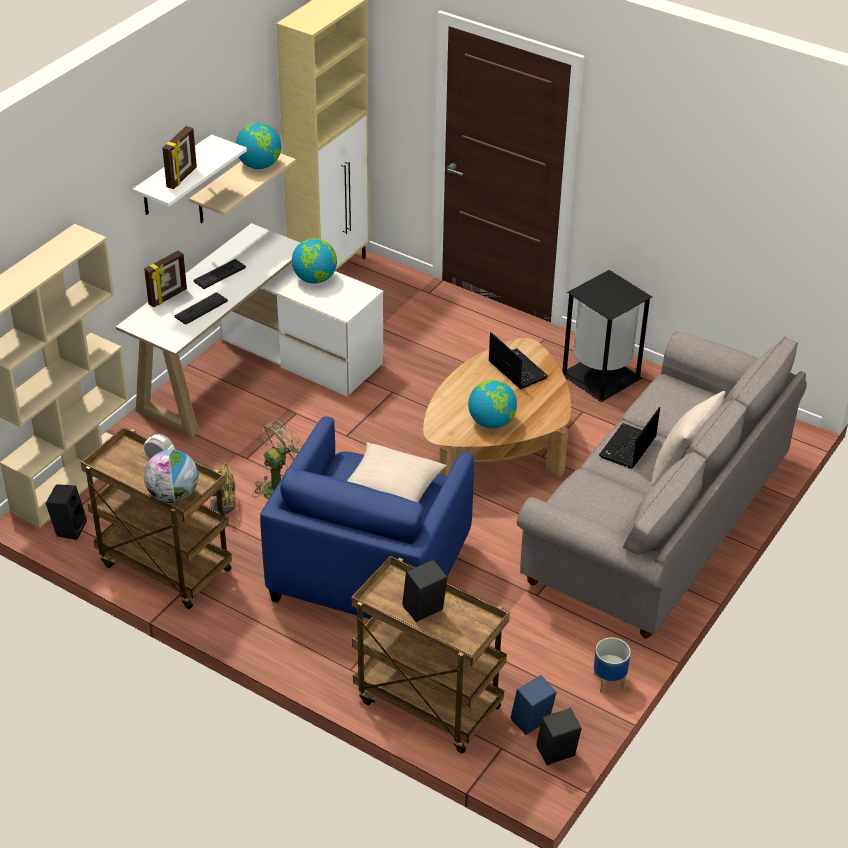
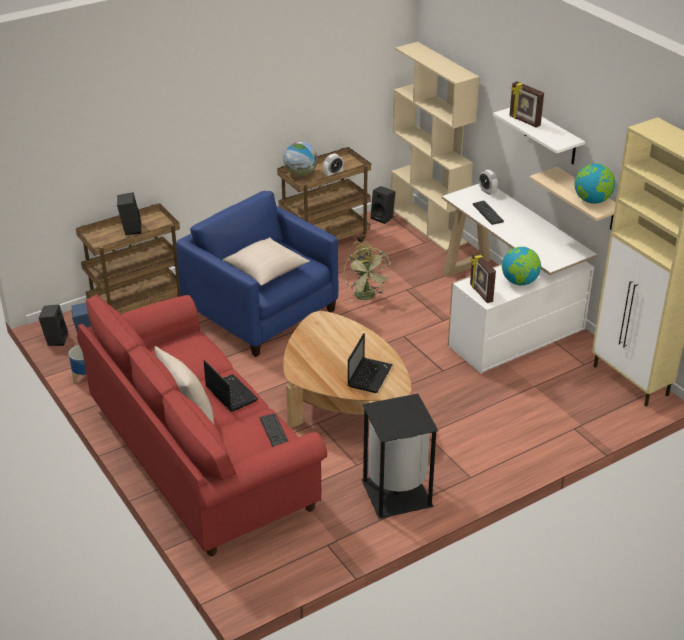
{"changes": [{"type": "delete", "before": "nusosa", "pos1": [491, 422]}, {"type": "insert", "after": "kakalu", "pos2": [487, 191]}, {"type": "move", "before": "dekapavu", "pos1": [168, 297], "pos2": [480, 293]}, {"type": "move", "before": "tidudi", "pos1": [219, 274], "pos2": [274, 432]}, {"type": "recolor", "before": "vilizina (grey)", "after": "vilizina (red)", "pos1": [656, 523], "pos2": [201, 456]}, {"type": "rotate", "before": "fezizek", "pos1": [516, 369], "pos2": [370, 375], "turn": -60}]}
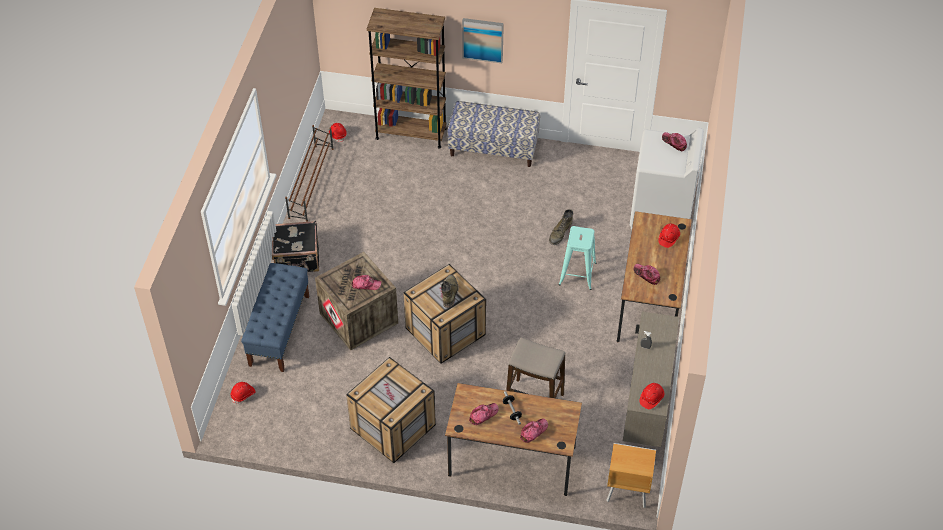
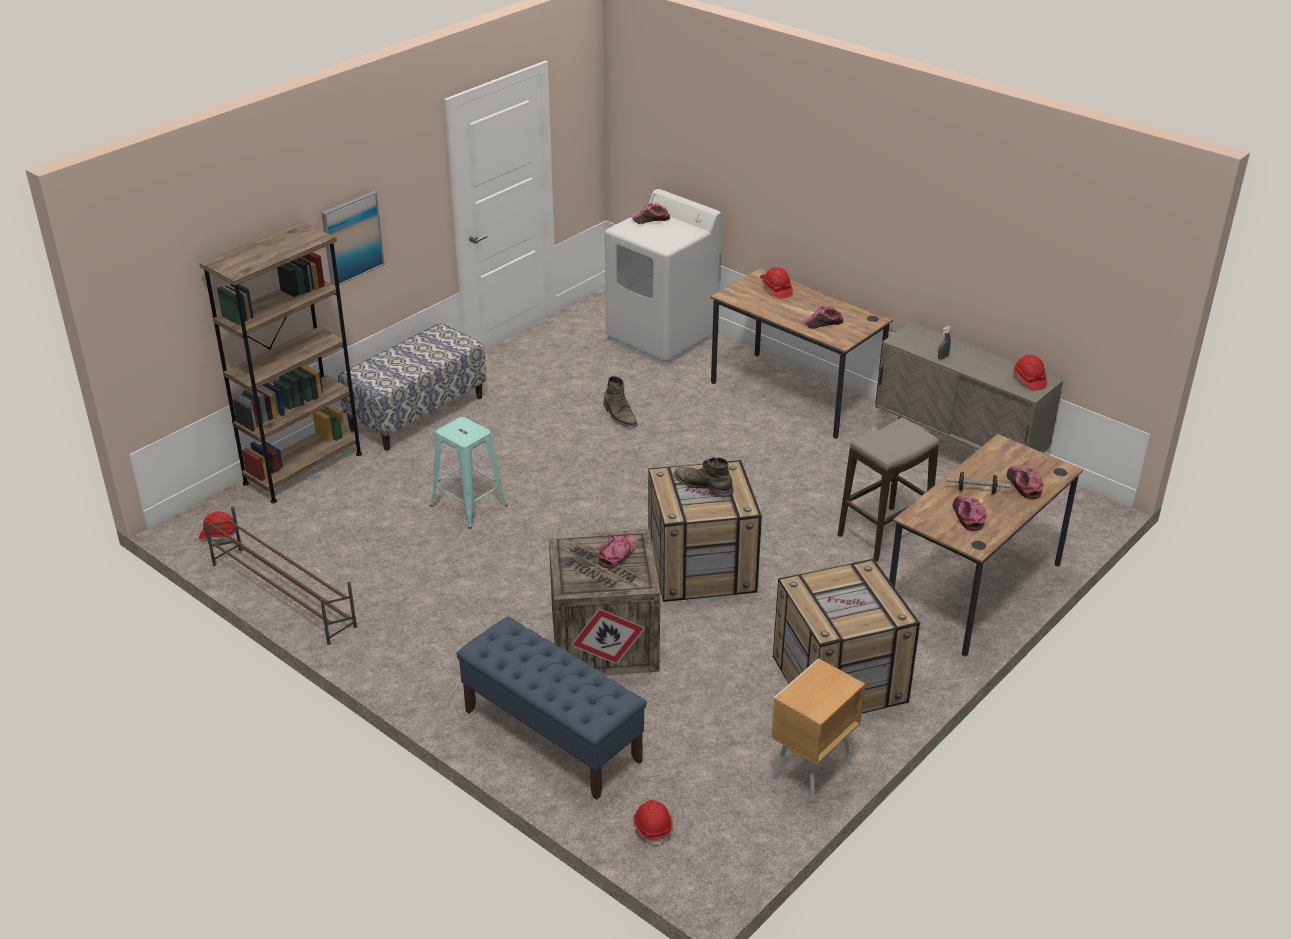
{"changes": [{"type": "delete", "before": "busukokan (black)", "pos1": [297, 259]}, {"type": "move", "before": "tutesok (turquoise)", "pos1": [577, 273], "pos2": [469, 505]}, {"type": "move", "before": "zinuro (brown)", "pos1": [626, 492], "pos2": [809, 771]}]}
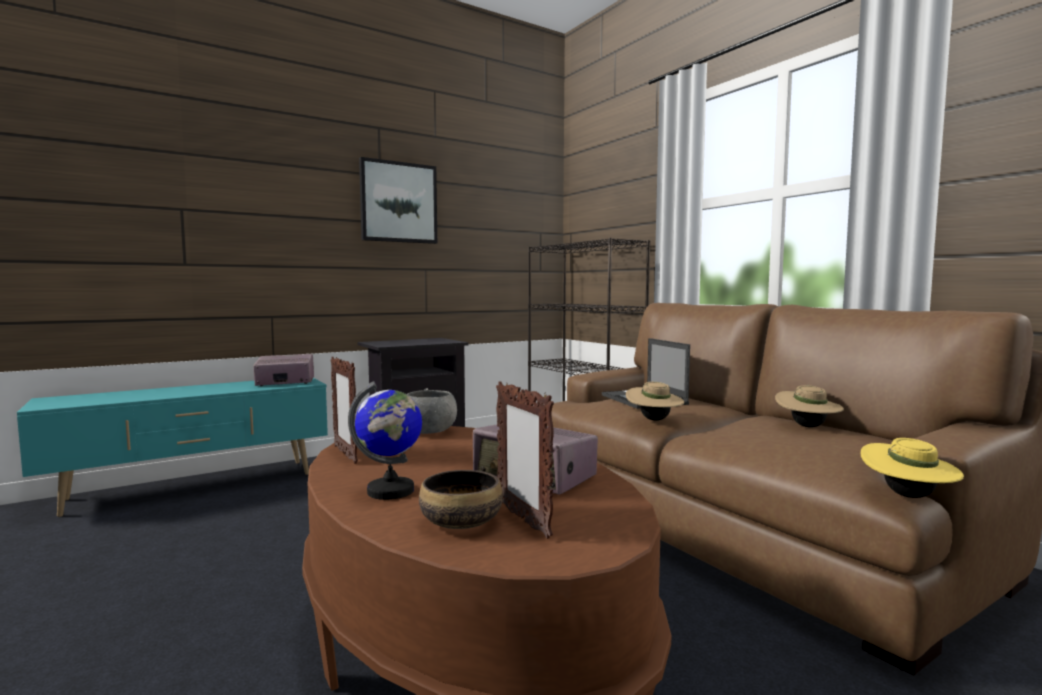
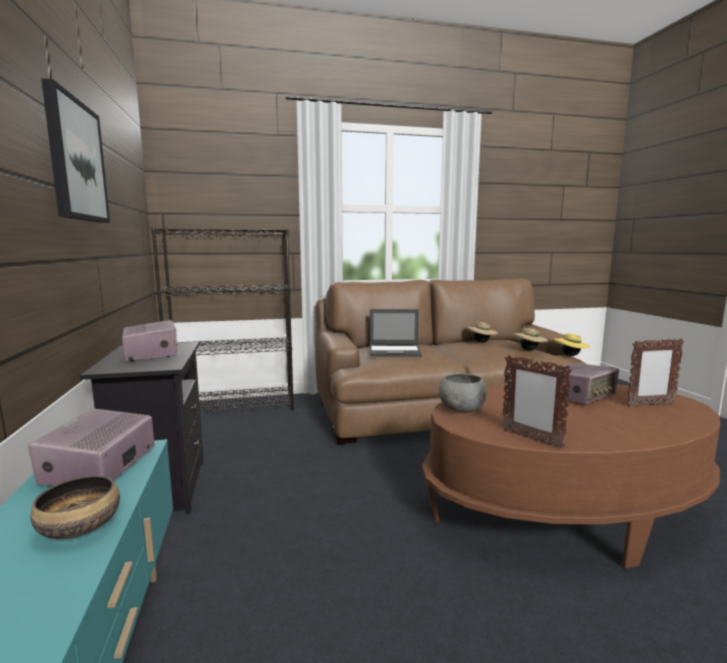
{"changes": [{"type": "delete", "before": "nusosa", "pos1": [391, 491]}, {"type": "insert", "after": "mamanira", "pos2": [151, 354]}, {"type": "move", "before": "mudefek", "pos1": [461, 522], "pos2": [80, 527]}, {"type": "move", "before": "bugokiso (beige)", "pos1": [654, 420], "pos2": [529, 350]}, {"type": "rotate", "before": "dekapavu", "pos1": [345, 454], "pos2": [531, 438], "turn": 60}]}
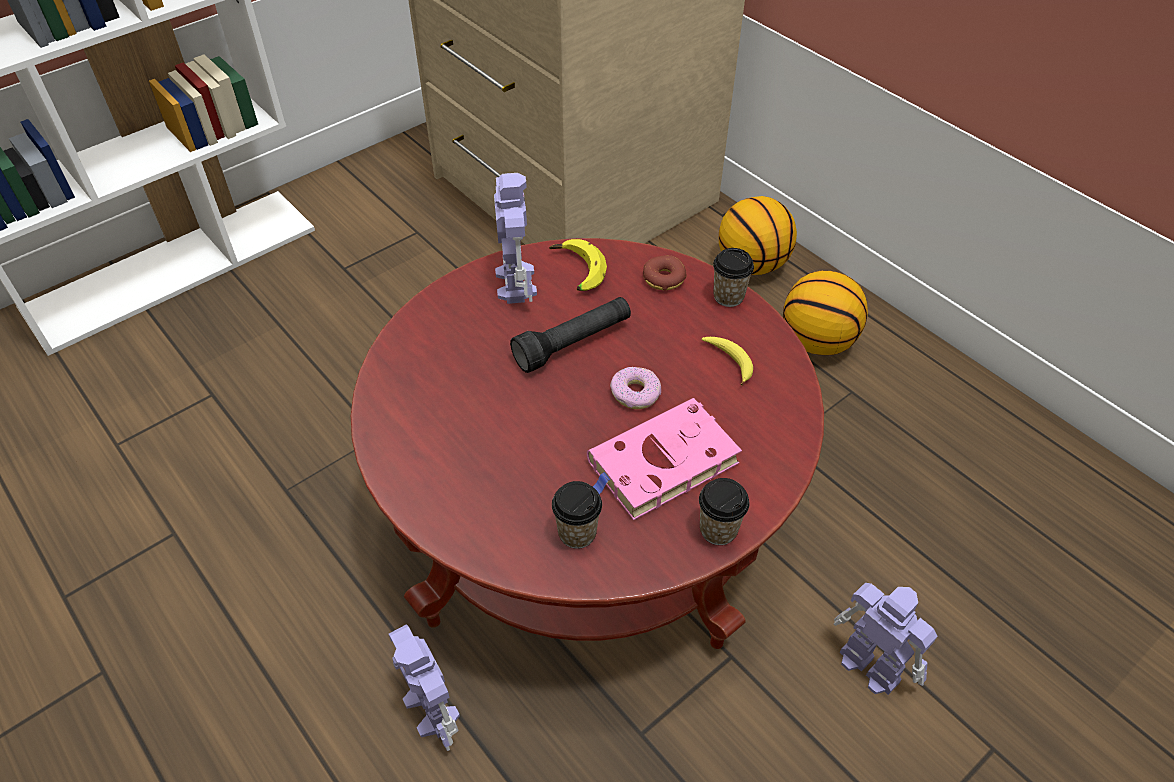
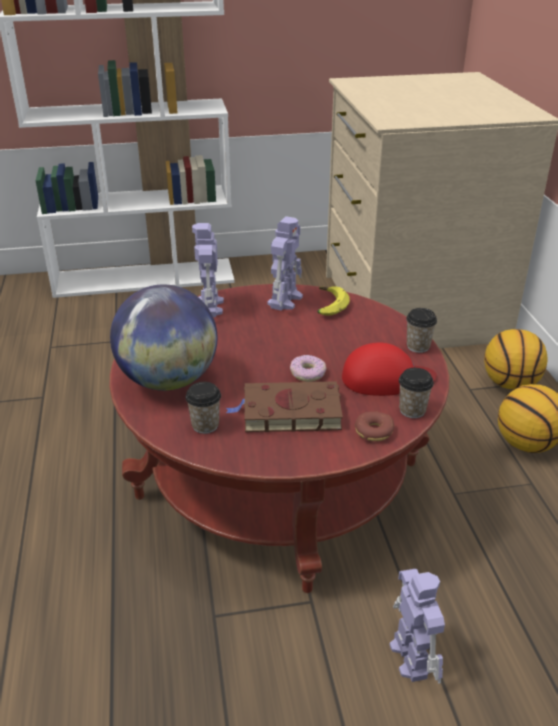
{"changes": [{"type": "delete", "before": "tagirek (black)", "pos1": [573, 343]}, {"type": "insert", "after": "nusosa", "pos2": [169, 380]}, {"type": "move", "before": "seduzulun", "pos1": [432, 710], "pos2": [209, 307]}, {"type": "move", "before": "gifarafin", "pos1": [664, 279], "pos2": [374, 431]}, {"type": "move", "before": "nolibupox", "pos1": [718, 530], "pos2": [412, 410]}, {"type": "replace", "before": "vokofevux", "after": "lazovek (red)", "pos1": [729, 361], "pos2": [386, 378]}, {"type": "recolor", "before": "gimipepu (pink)", "after": "gimipepu (brown)", "pos1": [659, 465], "pos2": [288, 412]}]}
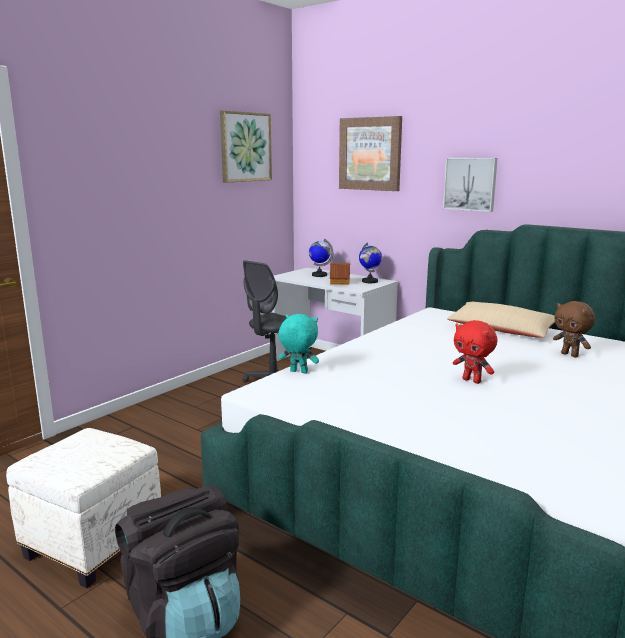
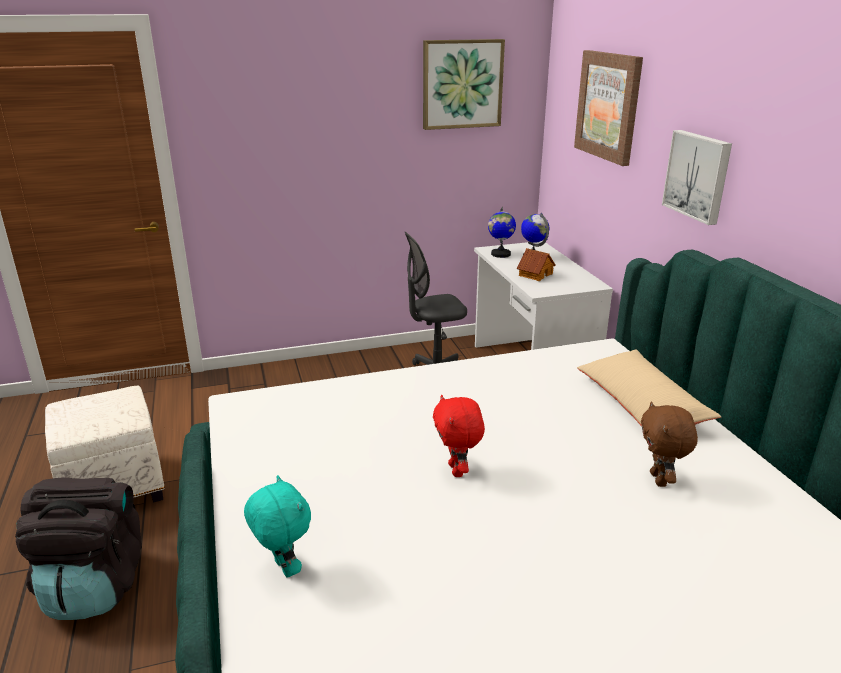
{"changes": [{"type": "move", "before": "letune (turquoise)", "pos1": [298, 372], "pos2": [283, 568]}, {"type": "move", "before": "nusosa", "pos1": [369, 281], "pos2": [500, 254]}]}
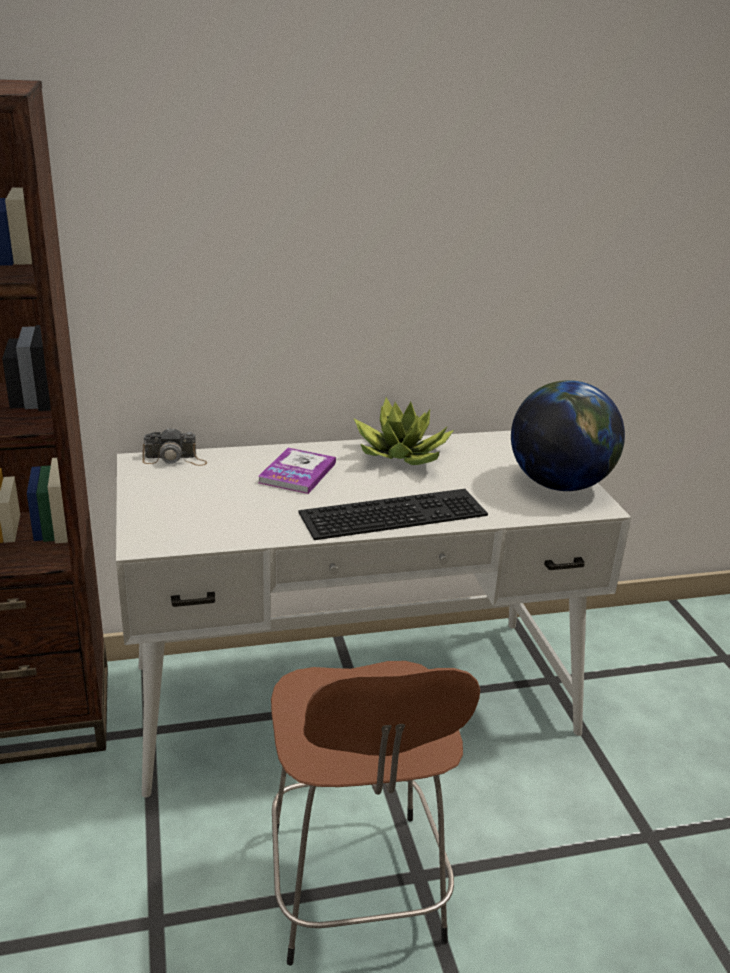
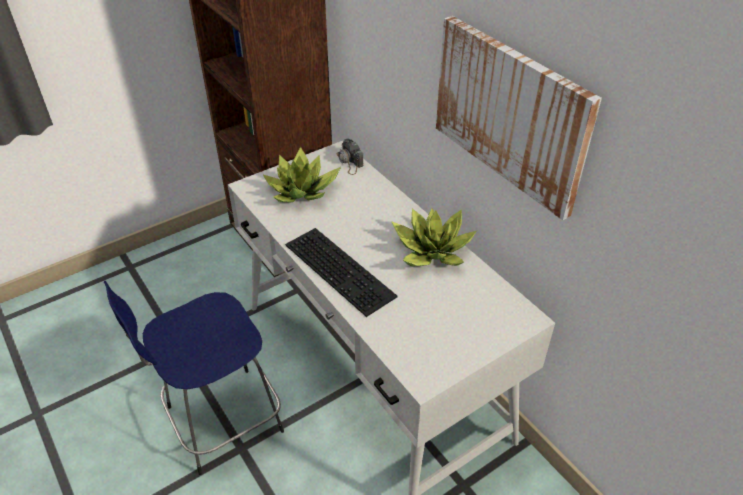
{"changes": [{"type": "delete", "before": "gimipepu", "pos1": [297, 473]}, {"type": "delete", "before": "nusosa", "pos1": [559, 484]}, {"type": "insert", "after": "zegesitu", "pos2": [302, 190]}, {"type": "insert", "after": "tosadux", "pos2": [510, 113]}, {"type": "recolor", "before": "tutesok (brown)", "after": "tutesok (blue)", "pos1": [356, 892], "pos2": [220, 421]}]}
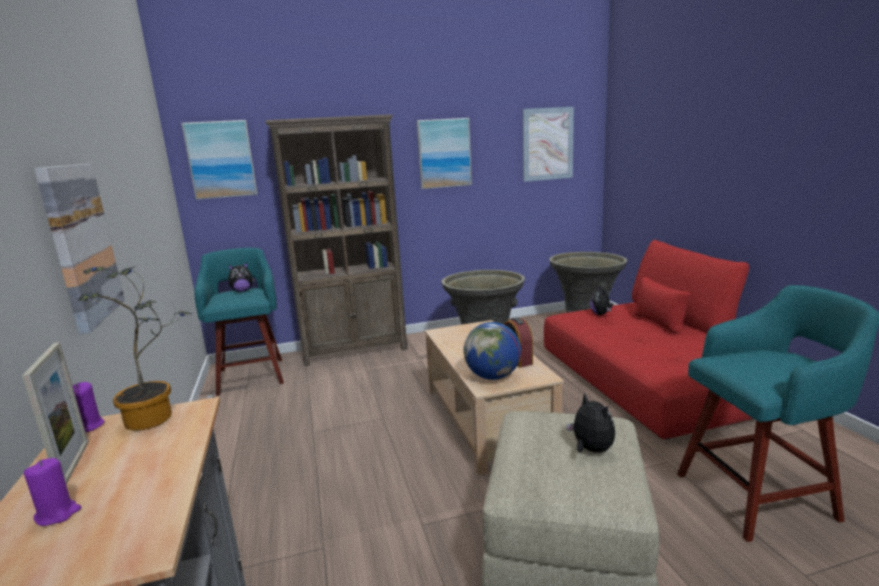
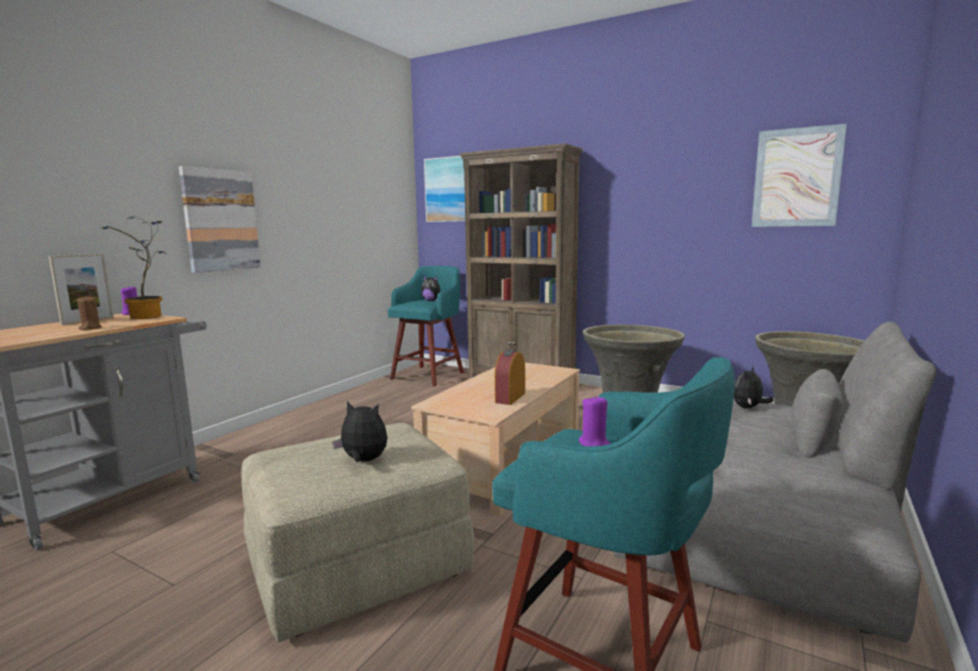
{"changes": [{"type": "delete", "before": "tosadux", "pos1": [444, 153]}, {"type": "delete", "before": "nusosa", "pos1": [493, 376]}, {"type": "insert", "after": "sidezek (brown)", "pos2": [90, 328]}, {"type": "move", "before": "sidezek (purple)", "pos1": [58, 514], "pos2": [594, 443]}, {"type": "recolor", "before": "vilizina (red)", "after": "vilizina (grey)", "pos1": [653, 377], "pos2": [761, 512]}, {"type": "rotate", "before": "letune", "pos1": [590, 450], "pos2": [363, 461], "turn": -90}]}
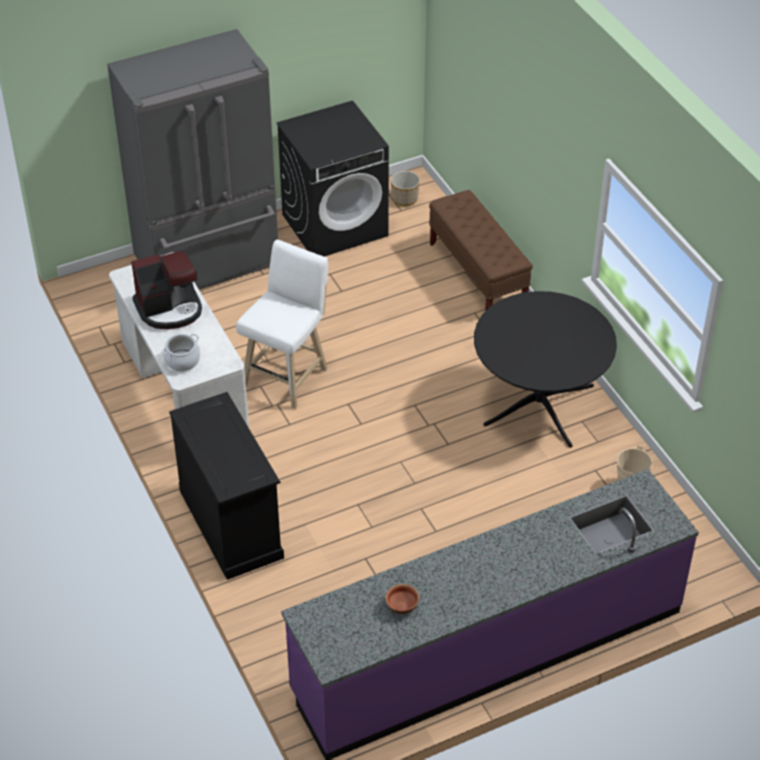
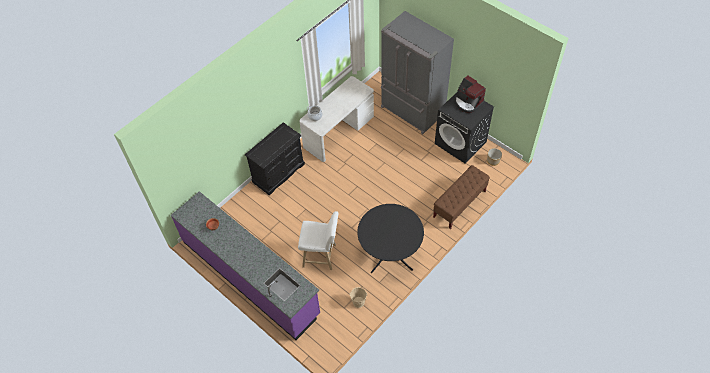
{"changes": [{"type": "move", "before": "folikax", "pos1": [170, 309], "pos2": [468, 102]}, {"type": "move", "before": "tutesok (white)", "pos1": [287, 375], "pos2": [321, 256]}]}
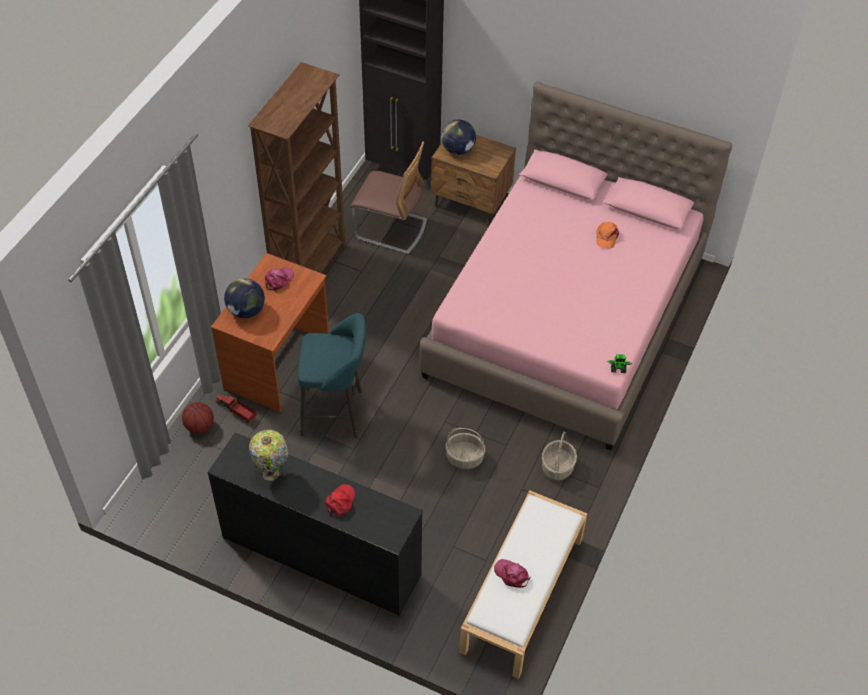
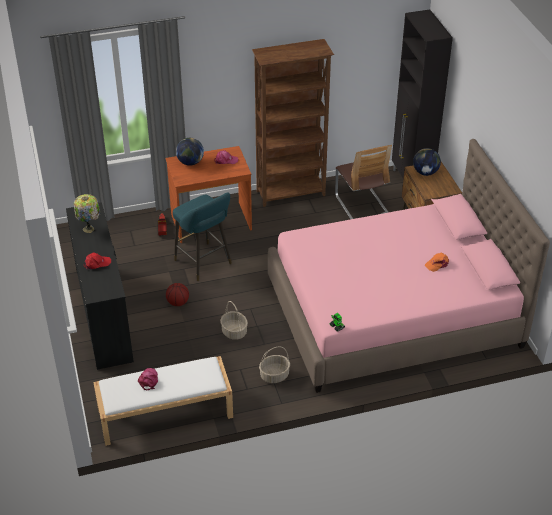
{"changes": [{"type": "move", "before": "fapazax", "pos1": [199, 426], "pos2": [178, 302]}]}
